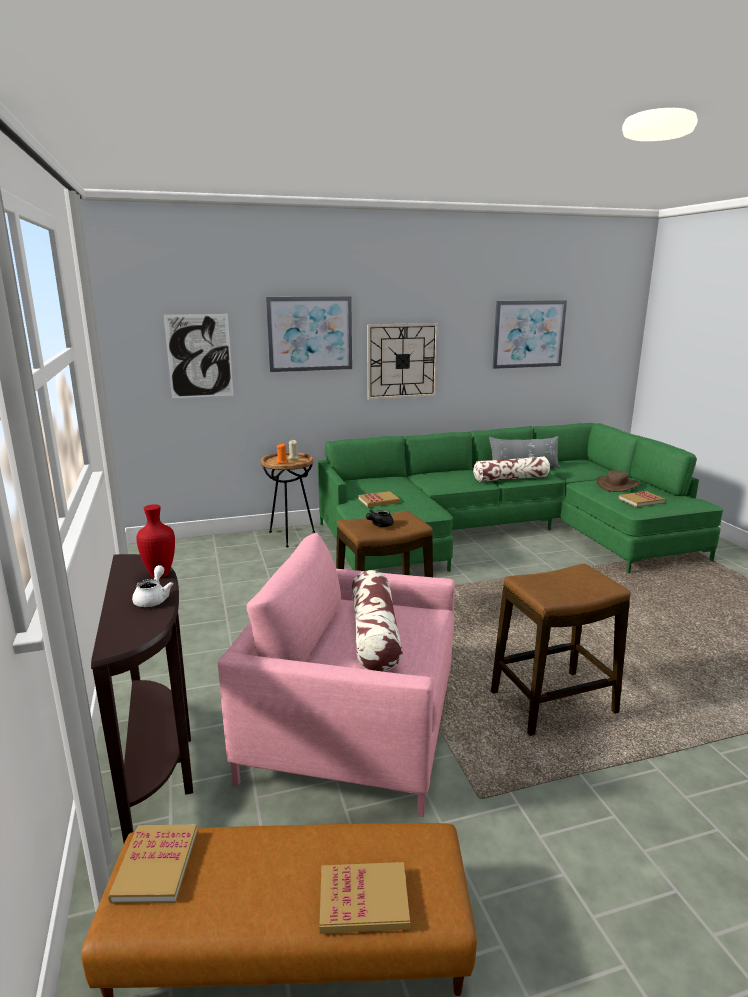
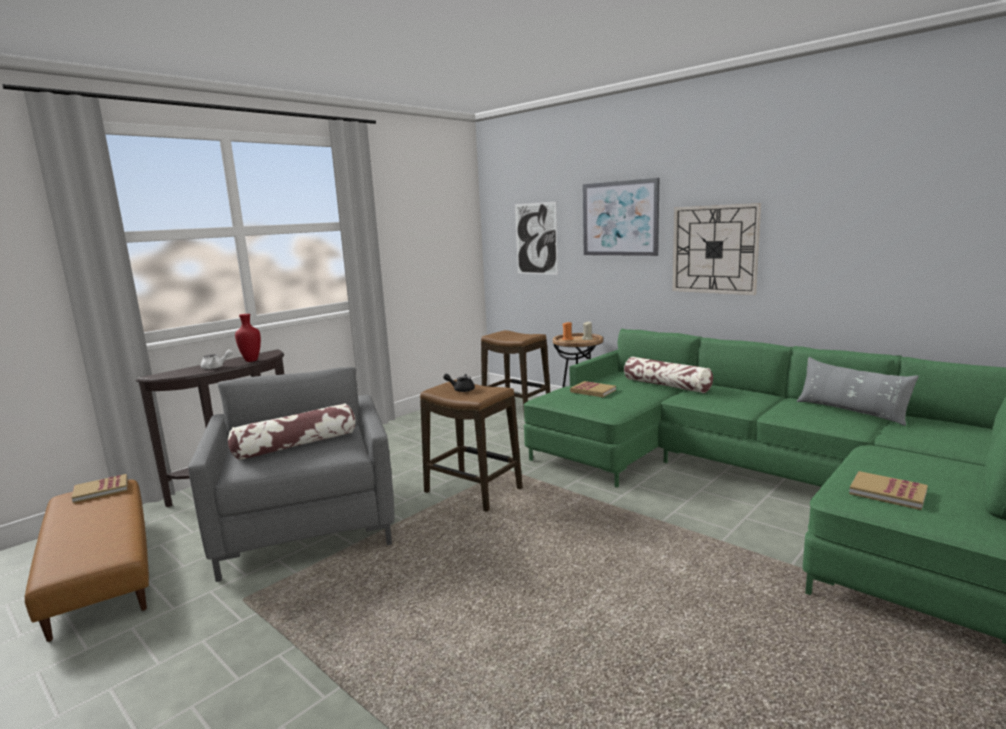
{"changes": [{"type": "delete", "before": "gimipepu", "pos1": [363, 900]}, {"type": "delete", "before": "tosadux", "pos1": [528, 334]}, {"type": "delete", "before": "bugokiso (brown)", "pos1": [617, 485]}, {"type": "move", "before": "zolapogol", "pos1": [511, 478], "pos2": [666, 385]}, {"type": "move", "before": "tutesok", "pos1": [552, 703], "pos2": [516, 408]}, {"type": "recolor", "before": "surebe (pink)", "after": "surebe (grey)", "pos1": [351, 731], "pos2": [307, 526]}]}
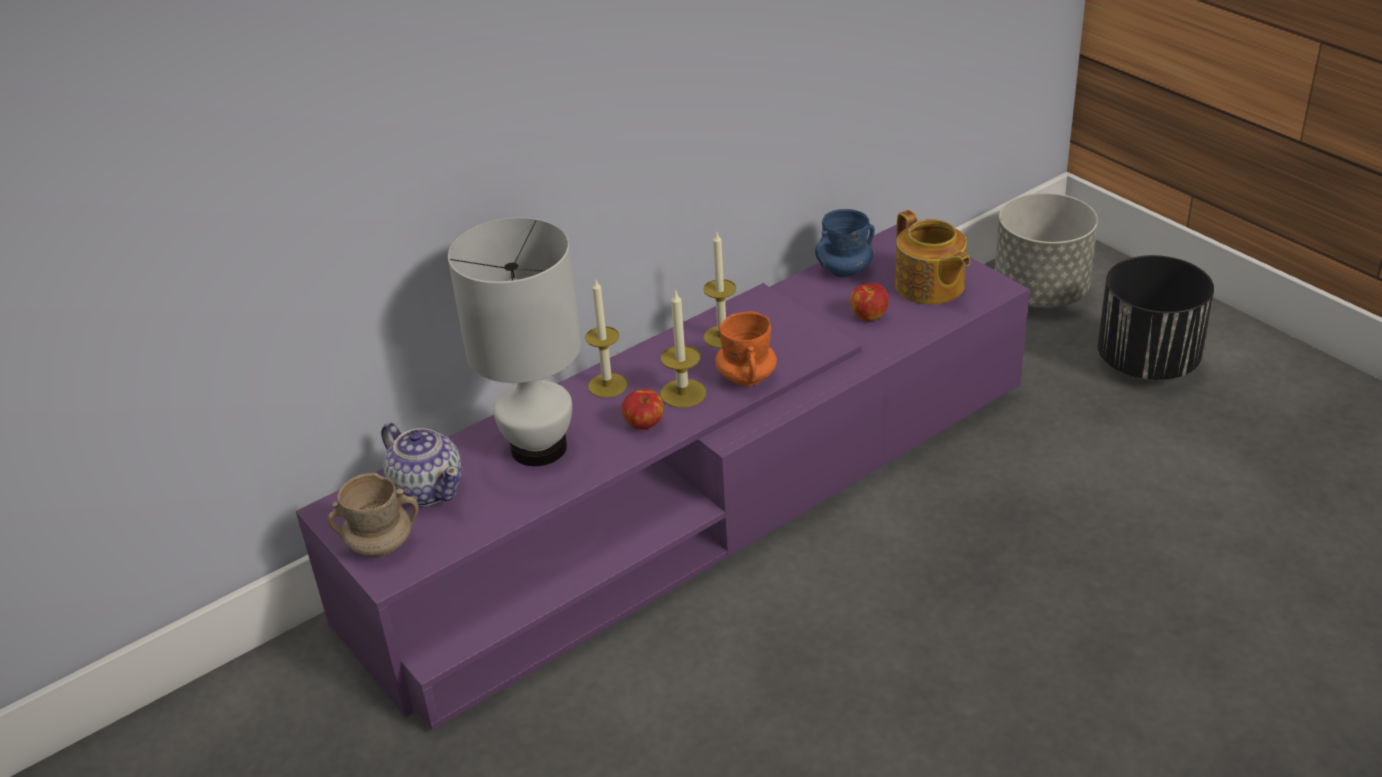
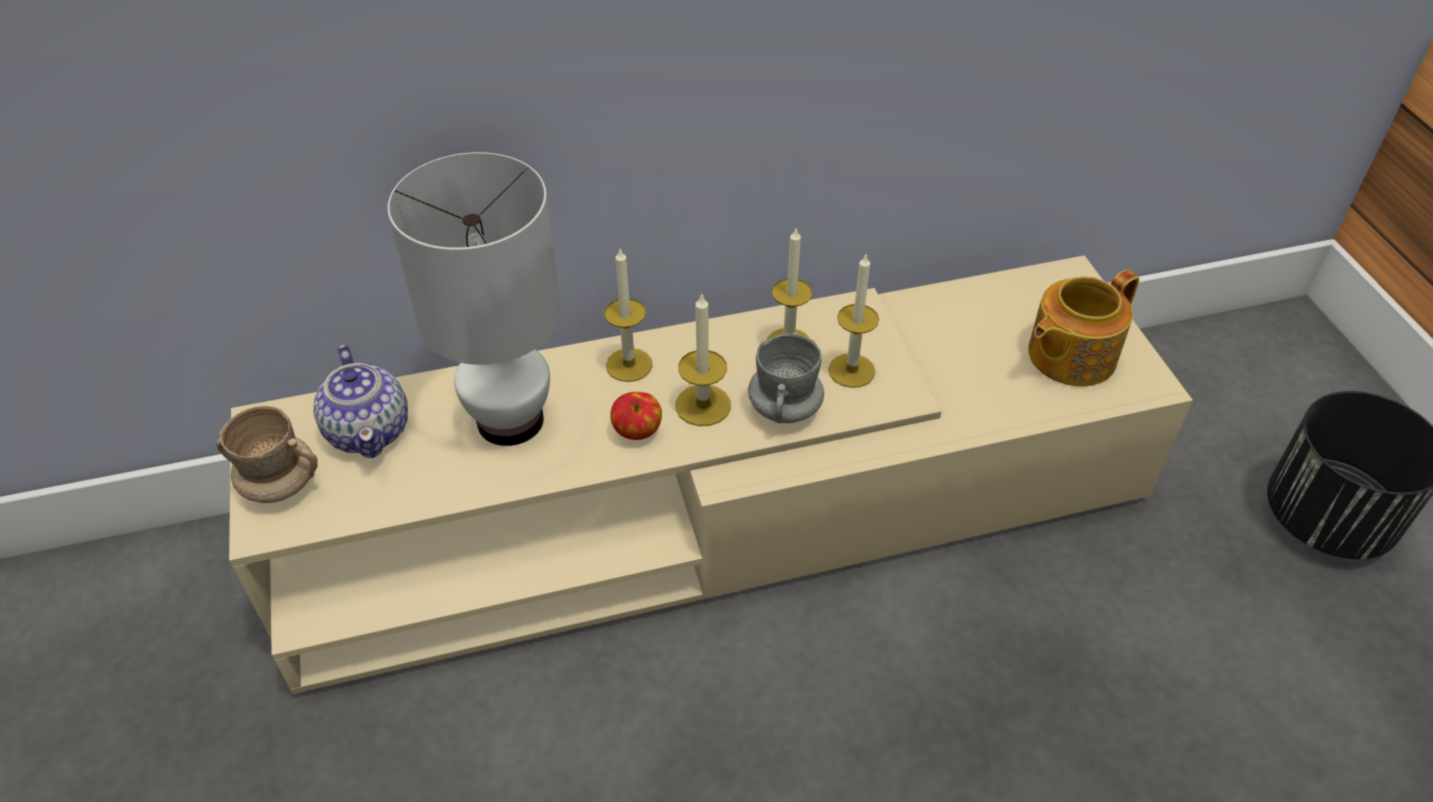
{"changes": [{"type": "delete", "before": "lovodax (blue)", "pos1": [844, 270]}, {"type": "delete", "before": "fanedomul", "pos1": [868, 316]}, {"type": "delete", "before": "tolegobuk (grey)", "pos1": [1041, 293]}, {"type": "insert", "after": "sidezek", "pos2": [851, 370]}, {"type": "recolor", "before": "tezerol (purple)", "after": "tezerol (beige)", "pos1": [698, 498], "pos2": [716, 509]}, {"type": "recolor", "before": "lovodax (orange)", "after": "lovodax (grey)", "pos1": [746, 377], "pos2": [784, 408]}, {"type": "rotate", "before": "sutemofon", "pos1": [929, 286], "pos2": [1069, 355], "turn": 60}]}
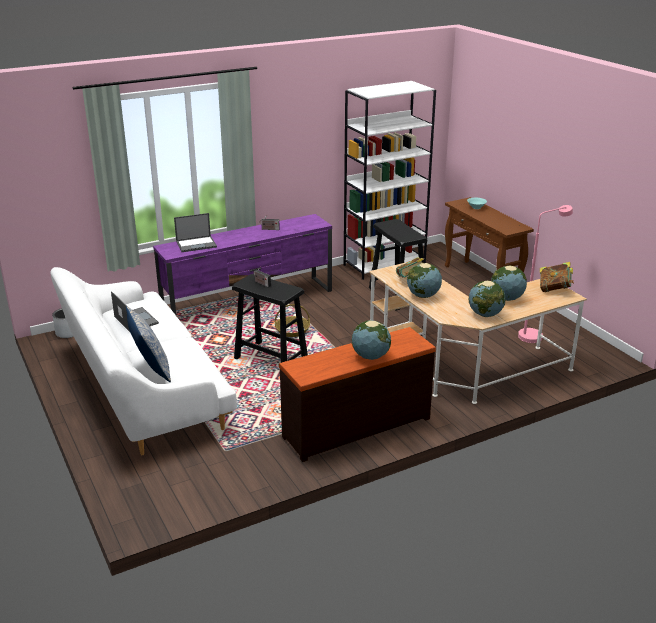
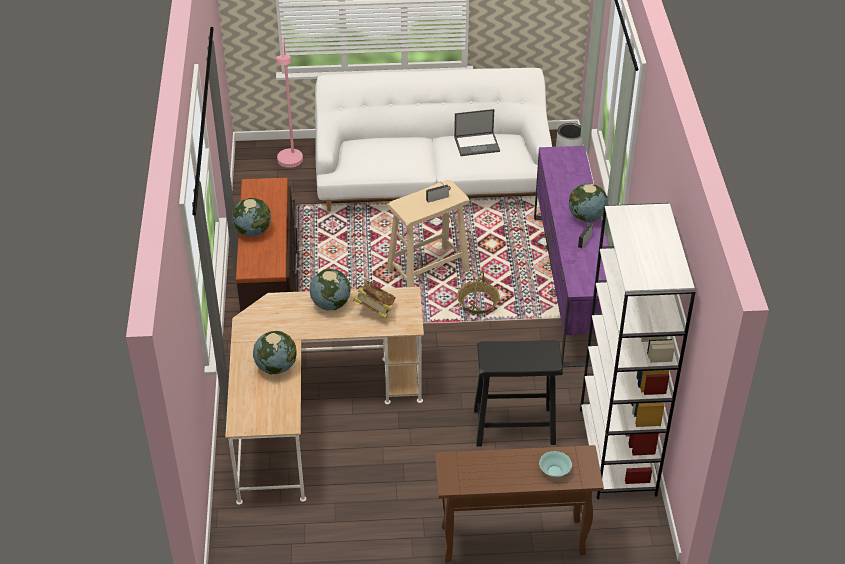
{"changes": [{"type": "delete", "before": "zolapogol", "pos1": [151, 369]}, {"type": "delete", "before": "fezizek", "pos1": [197, 244]}, {"type": "delete", "before": "gimipepu", "pos1": [554, 289]}, {"type": "move", "before": "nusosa", "pos1": [485, 314], "pos2": [586, 217]}, {"type": "move", "before": "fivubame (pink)", "pos1": [534, 335], "pos2": [291, 164]}, {"type": "recolor", "before": "tutesok (black)", "after": "tutesok (beige)", "pos1": [271, 359], "pos2": [427, 270]}]}
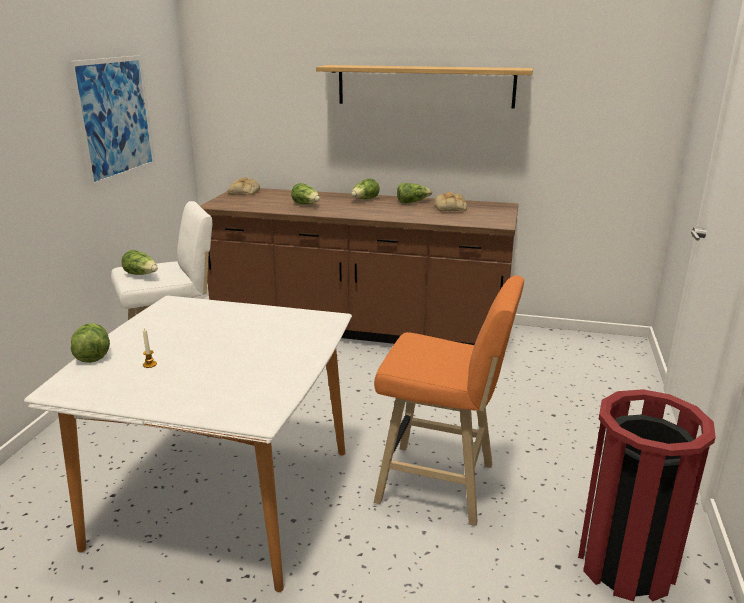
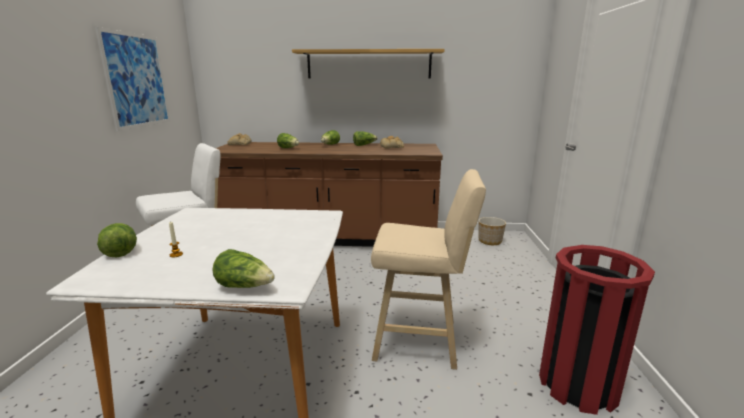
{"changes": [{"type": "insert", "after": "tolegobuk", "pos2": [489, 241]}, {"type": "move", "before": "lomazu", "pos1": [142, 274], "pos2": [245, 286]}, {"type": "recolor", "before": "tutesok (orange)", "after": "tutesok (beige)", "pos1": [442, 485], "pos2": [420, 341]}]}
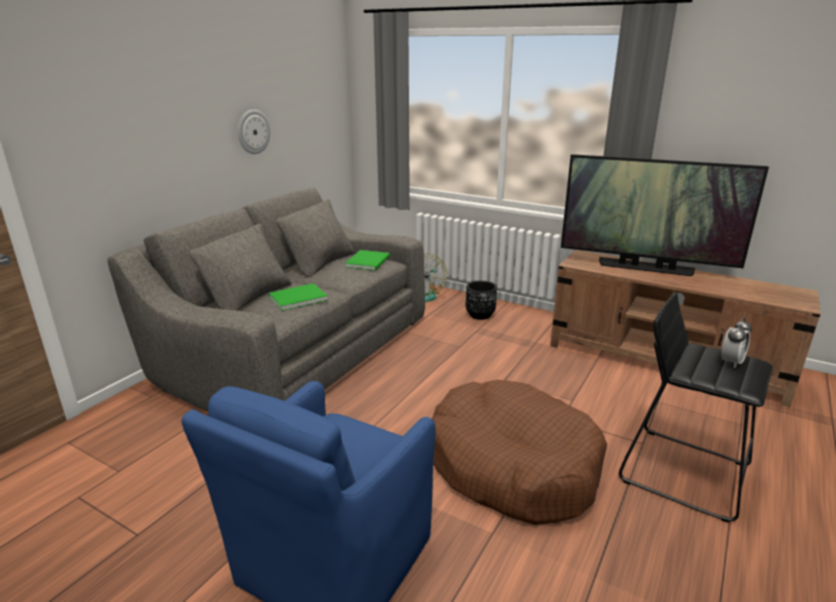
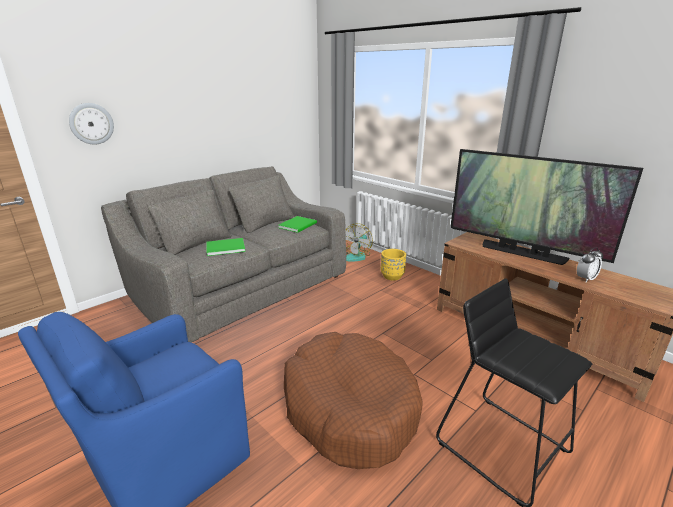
{"changes": [{"type": "move", "before": "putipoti", "pos1": [253, 132], "pos2": [91, 123]}, {"type": "move", "before": "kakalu", "pos1": [731, 362], "pos2": [585, 279]}, {"type": "recolor", "before": "tolegobuk (black)", "after": "tolegobuk (yellow)", "pos1": [480, 315], "pos2": [392, 276]}]}
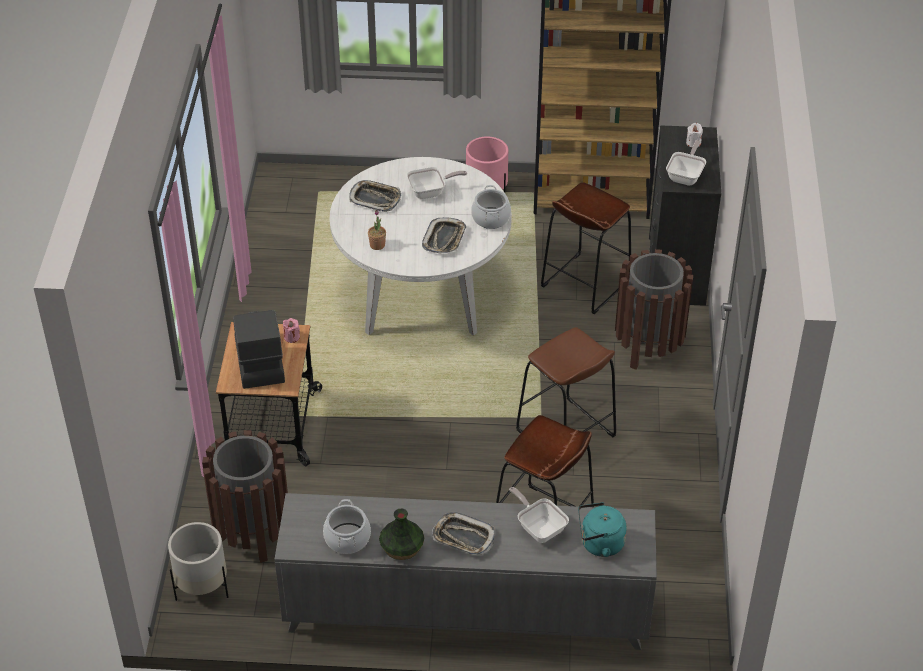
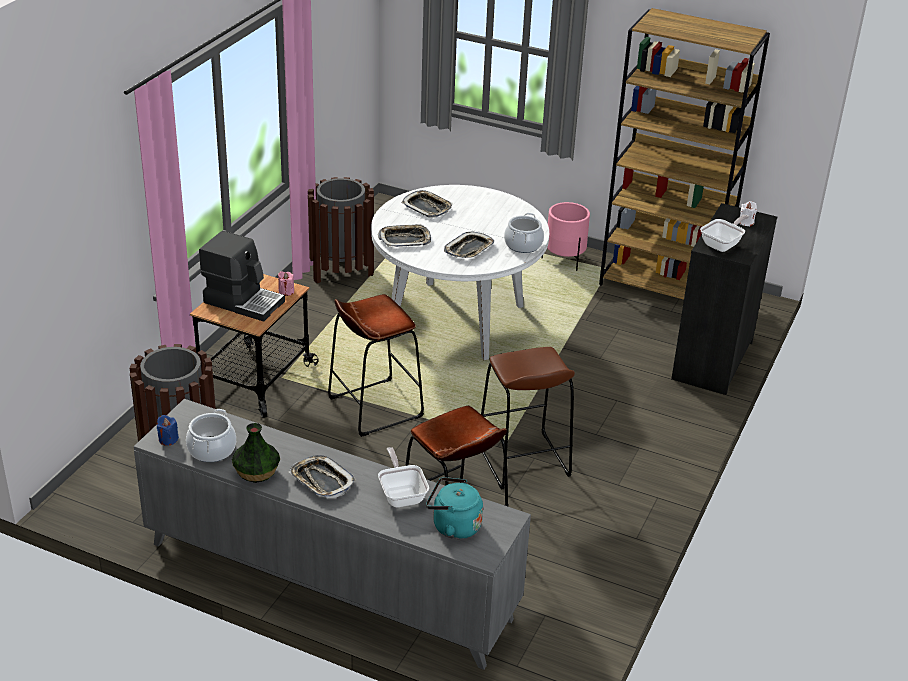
{"changes": [{"type": "delete", "before": "tolegobuk (white)", "pos1": [202, 587]}, {"type": "delete", "before": "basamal", "pos1": [430, 192]}, {"type": "insert", "after": "sidezek (blue)", "pos2": [168, 439]}, {"type": "move", "before": "tutesok (brown)", "pos1": [585, 283], "pos2": [375, 407]}, {"type": "move", "before": "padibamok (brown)", "pos1": [648, 346], "pos2": [342, 272]}, {"type": "replace", "before": "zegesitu", "after": "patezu", "pos1": [377, 245], "pos2": [405, 239]}, {"type": "rotate", "before": "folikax", "pos1": [258, 361], "pos2": [244, 301], "turn": 105}]}
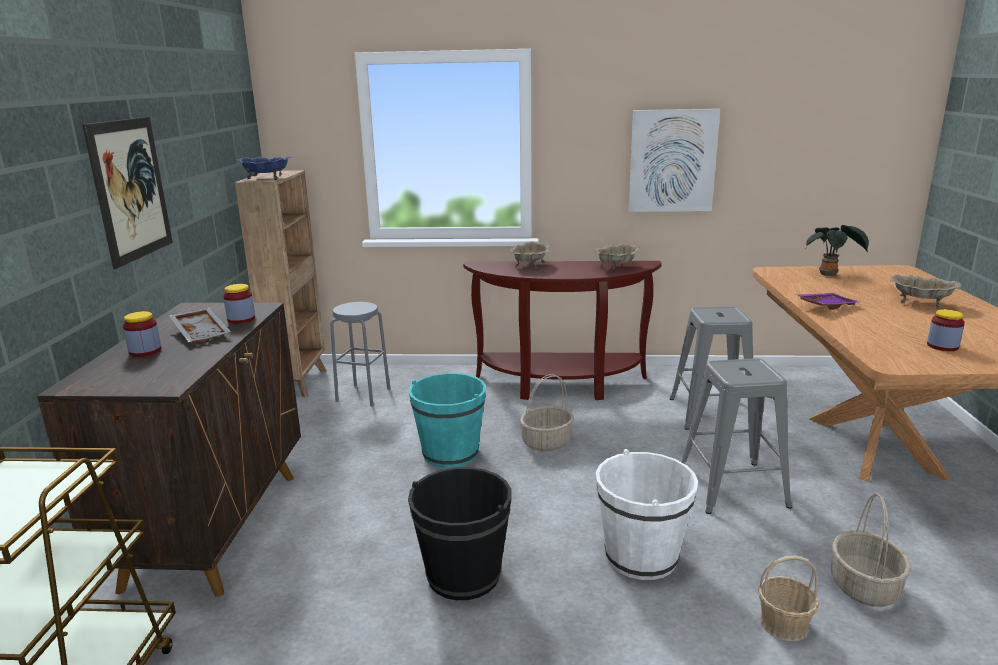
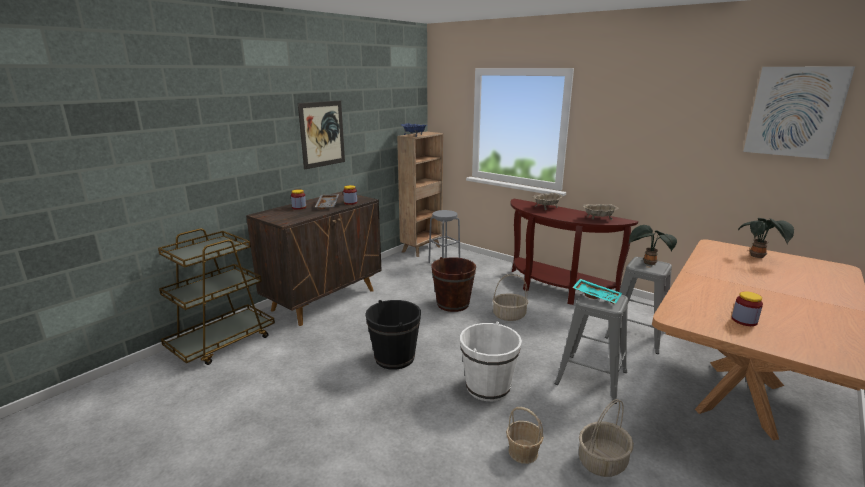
{"changes": [{"type": "delete", "before": "patezu (purple)", "pos1": [825, 306]}, {"type": "delete", "before": "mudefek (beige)", "pos1": [920, 303]}, {"type": "insert", "after": "patezu (turquoise)", "pos2": [596, 296]}, {"type": "insert", "after": "zegesitu", "pos2": [648, 263]}, {"type": "move", "before": "tosadux", "pos1": [672, 161], "pos2": [795, 112]}, {"type": "recolor", "before": "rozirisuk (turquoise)", "after": "rozirisuk (brown)", "pos1": [450, 453], "pos2": [453, 304]}]}
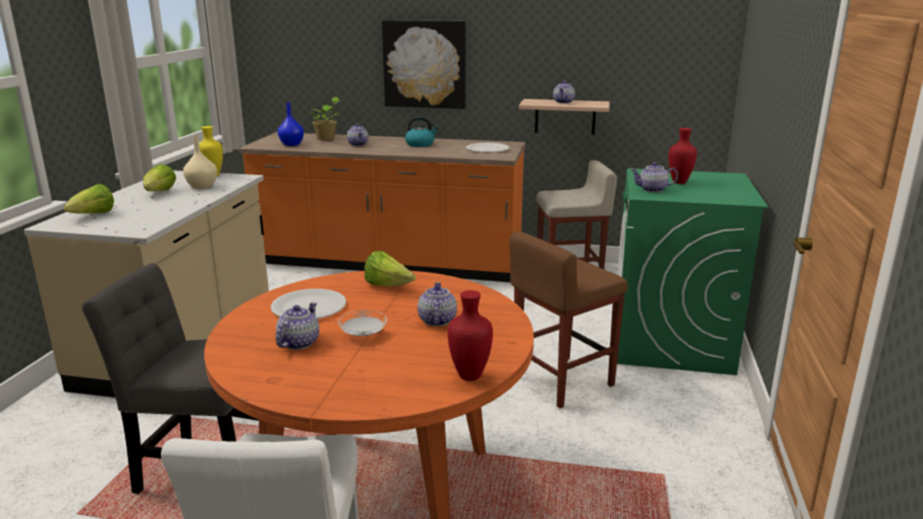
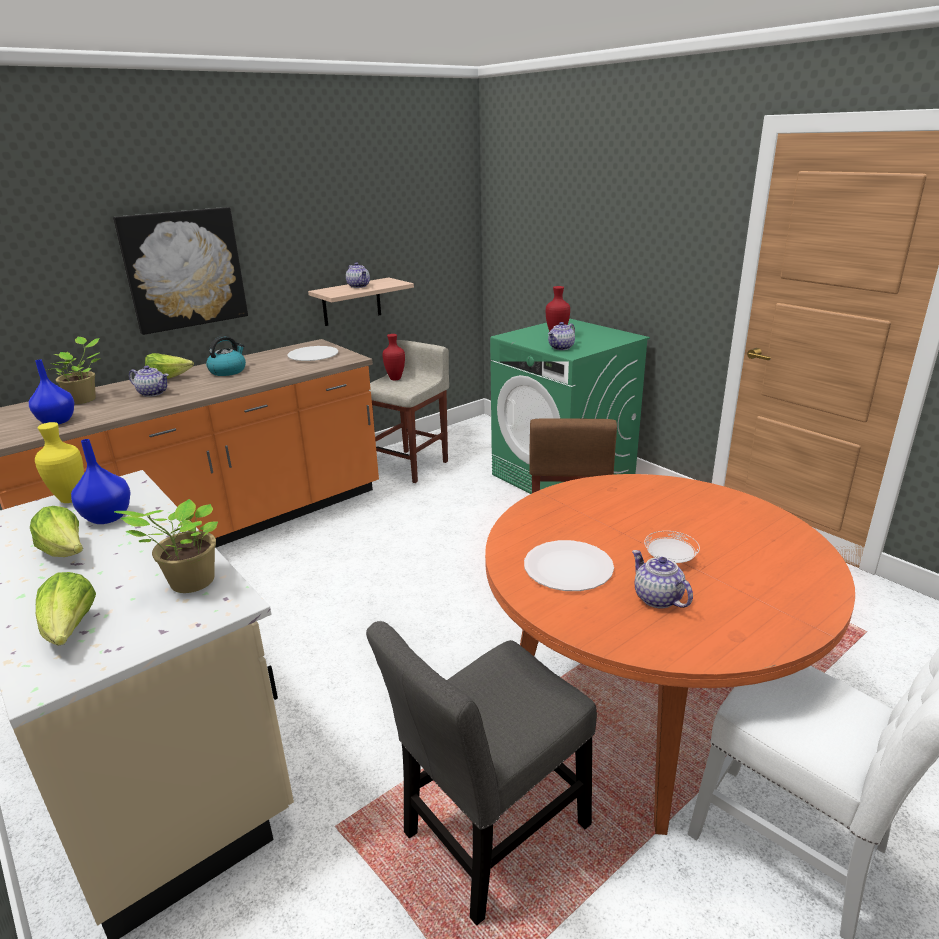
{"changes": [{"type": "delete", "before": "sutemofon", "pos1": [436, 320]}, {"type": "insert", "after": "zegesitu", "pos2": [189, 583]}, {"type": "move", "before": "lomazu", "pos1": [388, 286], "pos2": [168, 379]}, {"type": "move", "before": "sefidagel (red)", "pos1": [469, 375], "pos2": [394, 379]}, {"type": "recolor", "before": "sefidagel (beige)", "after": "sefidagel (blue)", "pos1": [202, 186], "pos2": [106, 517]}]}
